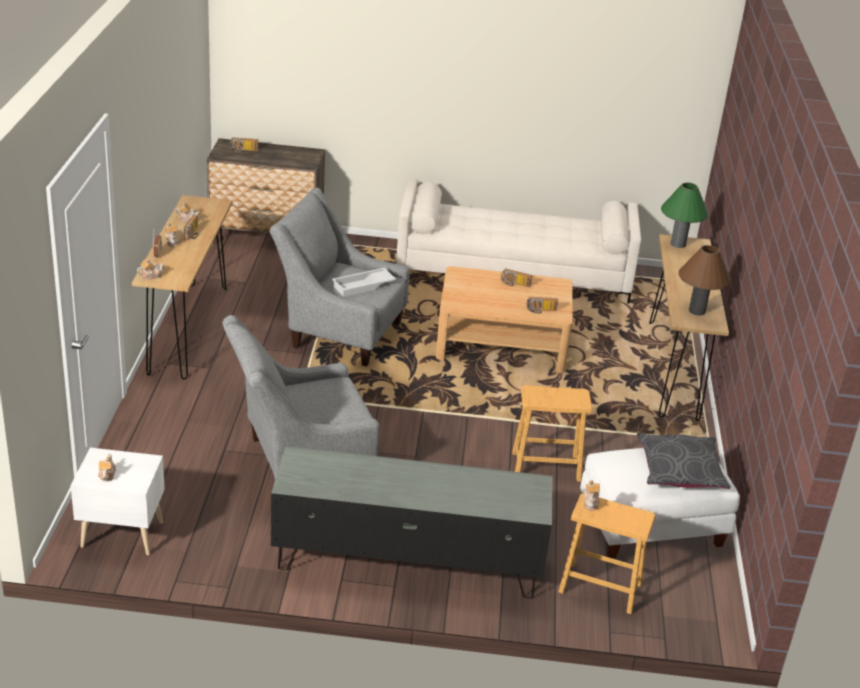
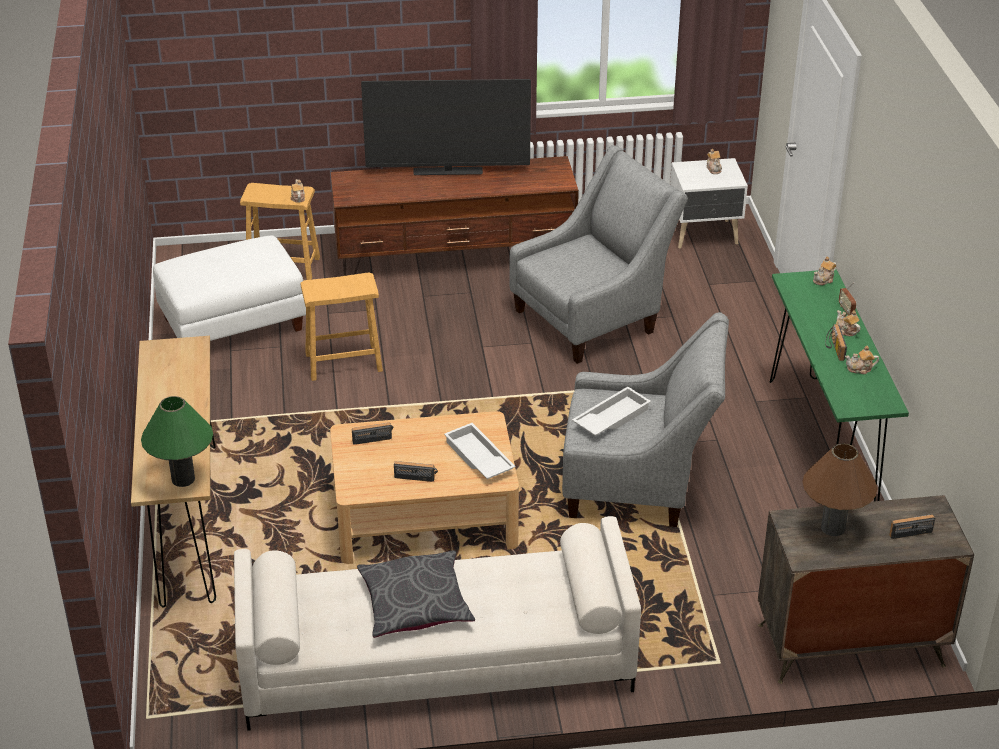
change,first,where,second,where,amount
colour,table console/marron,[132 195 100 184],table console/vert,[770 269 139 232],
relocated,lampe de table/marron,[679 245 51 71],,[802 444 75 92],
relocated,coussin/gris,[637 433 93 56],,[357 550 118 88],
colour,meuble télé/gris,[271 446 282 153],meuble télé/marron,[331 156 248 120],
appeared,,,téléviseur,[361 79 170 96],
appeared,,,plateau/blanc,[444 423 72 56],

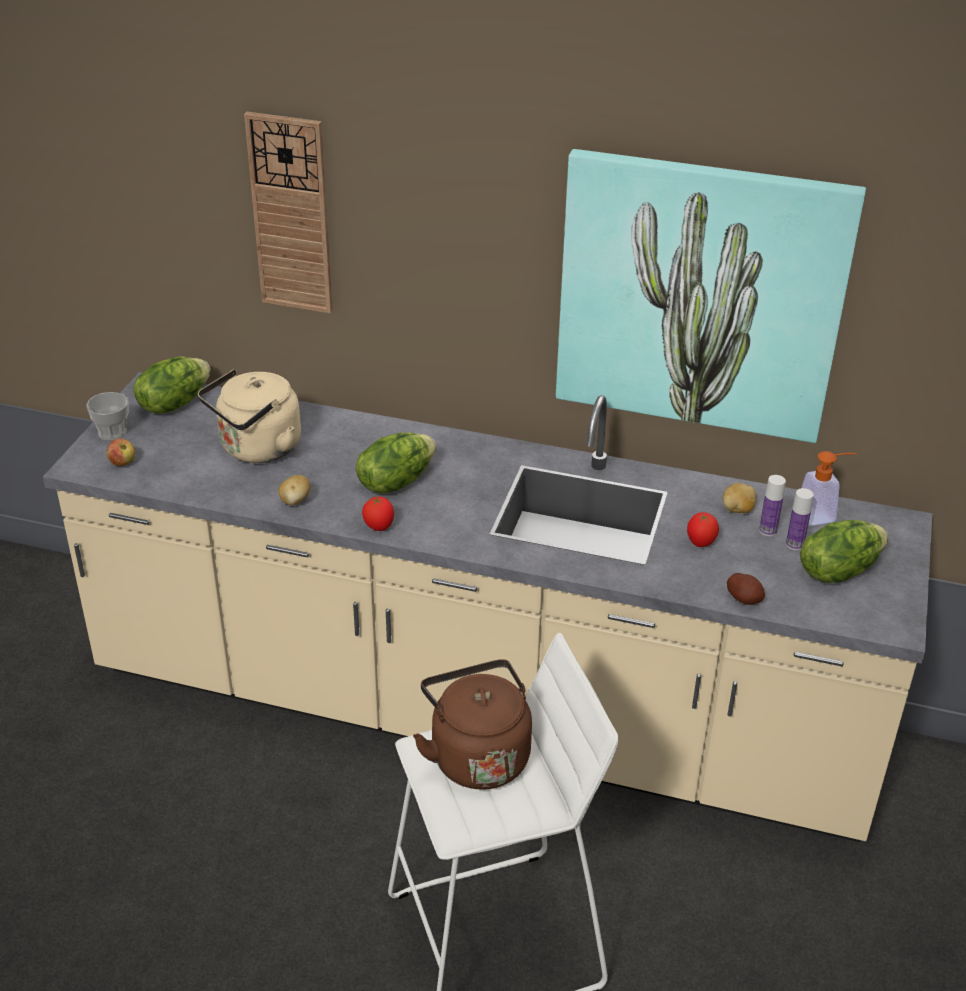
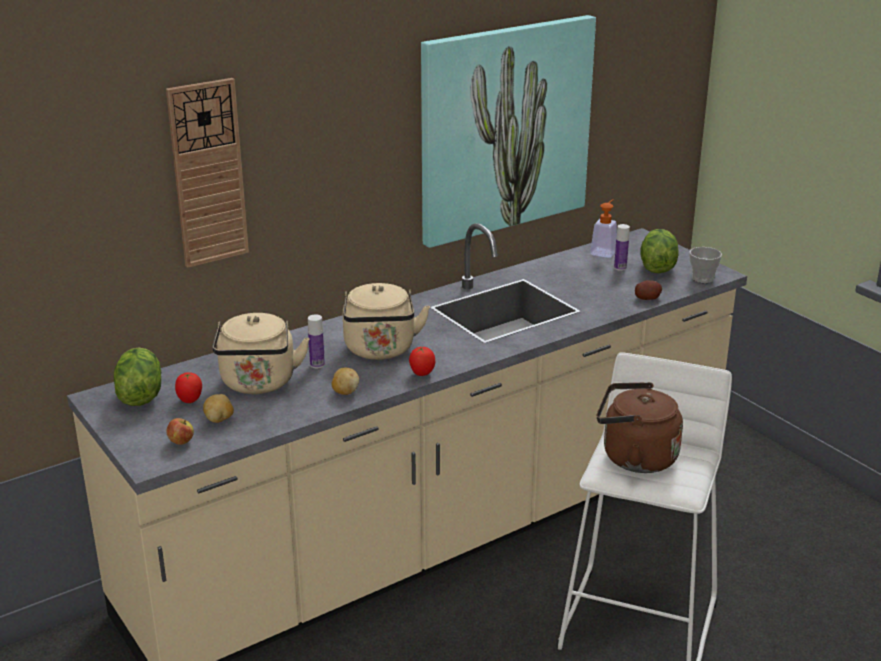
change,first,where,second,where,amount
relocated,tasse,[86 392 42 49],,[689 247 33 36],
exchanged,laitue,[356 432 80 61],bouilloire/beige,[343 283 87 77],
relocated,bouteille,[759 475 27 61],,[308 314 17 54],
relocated,pomme de terre,[723 483 33 30],,[203 394 31 29],
relocated,tomate,[687 512 32 35],,[175 372 27 31],

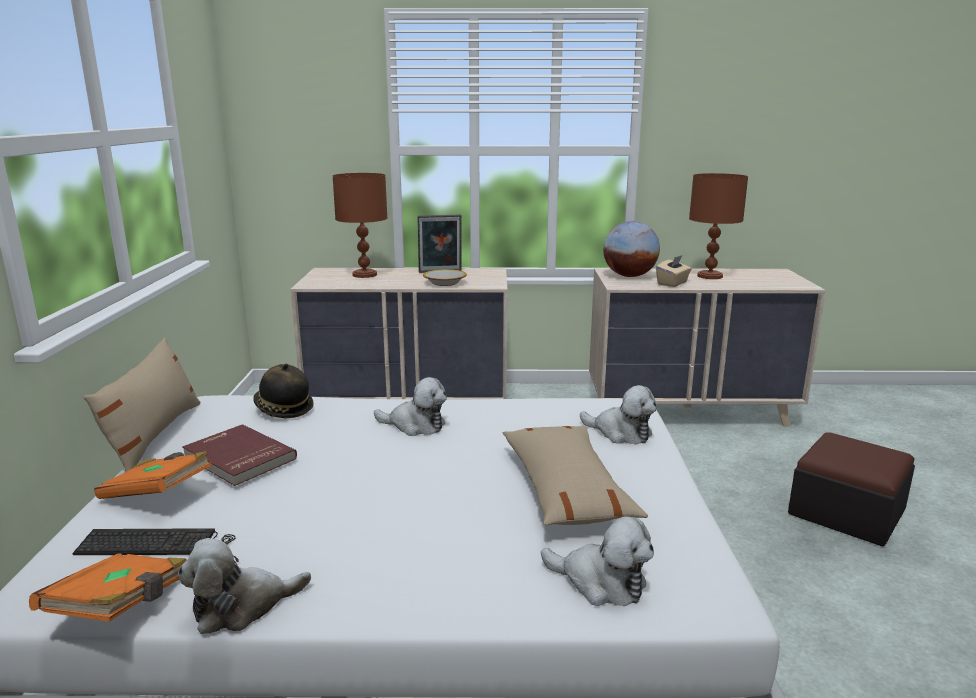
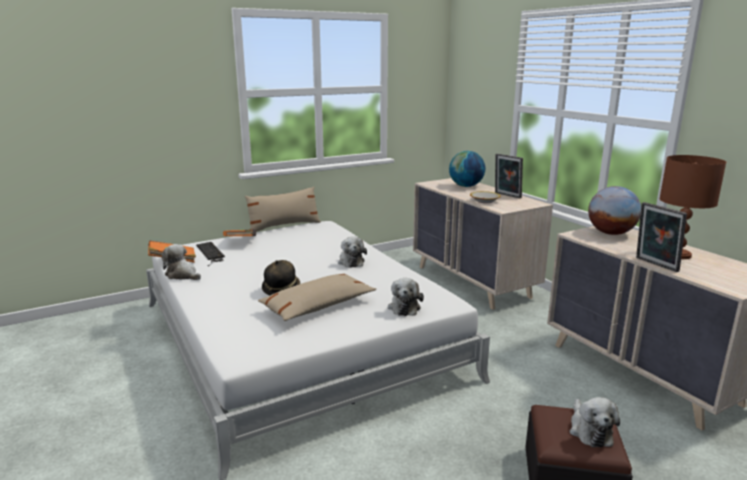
change,first,where,second,where,amount
exchanged,lampe de table/marron,[333 173 54 105],globe,[449 151 36 36],
missing,boîte à mouchoirs/beige,[656 255 36 32],,,
relocated,chapeau,[253 364 61 55],,[262 260 39 35],
missing,livre/rouge,[182 424 115 62],,,
relocated,peluche,[541 516 113 90],,[570 397 50 50],
appeared,,,cadre photo,[636 202 51 70],

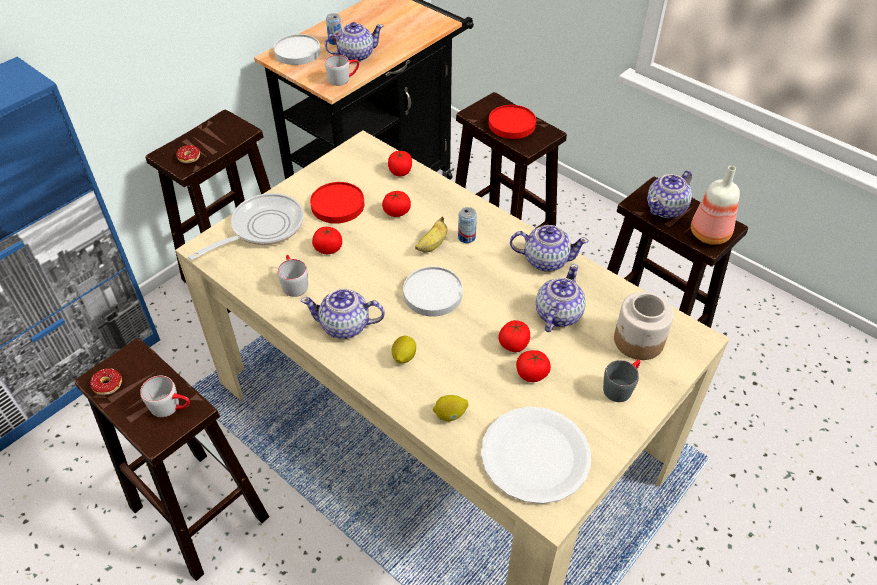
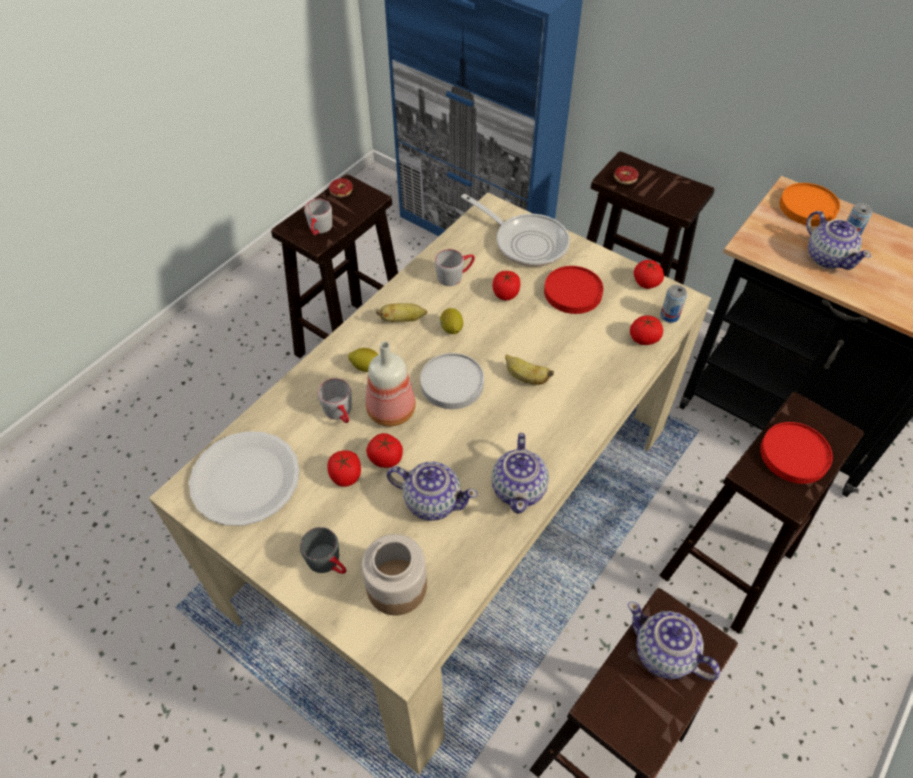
change,first,where,second,where,amount
colour,assiette/blanc,[274 34 46 31],assiette/orange,[779 183 61 43],
relocated,mug/gris,[325 55 34 31],,[318 378 34 45],
relocated,bouteille,[691 166 49 79],,[366 341 50 85],
relocated,tomate,[382 191 29 26],,[634 259 30 30],
relocated,boîte métallique,[458 207 19 36],,[660 285 27 38],
exchanged,théière,[301 288 84 51],banane,[376 303 51 19],
relocated,citron,[433 395 35 26],,[440 308 23 26],

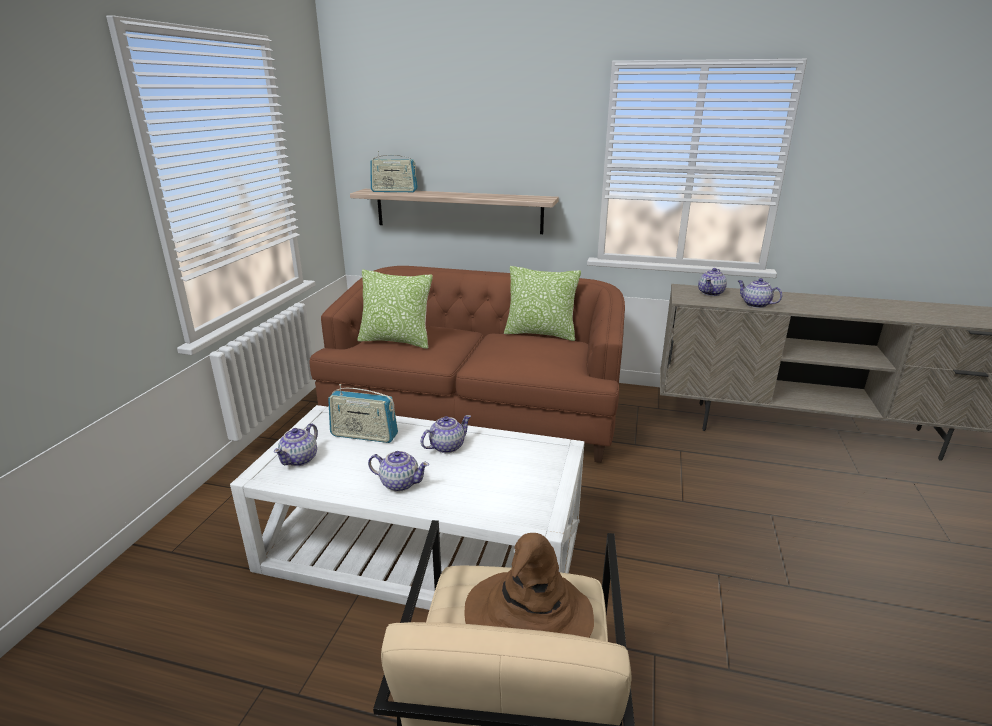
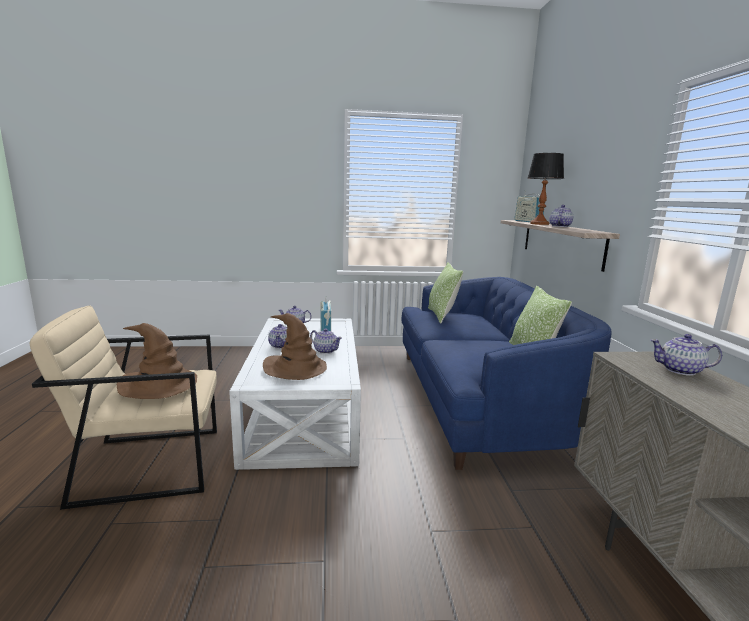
change,first,where,second,where,amount
colour,canapé/marron,[310 266 315 197],canapé/bleu,[401 277 210 193],
relocated,théière,[738 278 44 30],,[549 205 24 22],
appeared,,,lampe de table,[528 153 36 72],
appeared,,,chapeau/marron,[263 313 64 67],

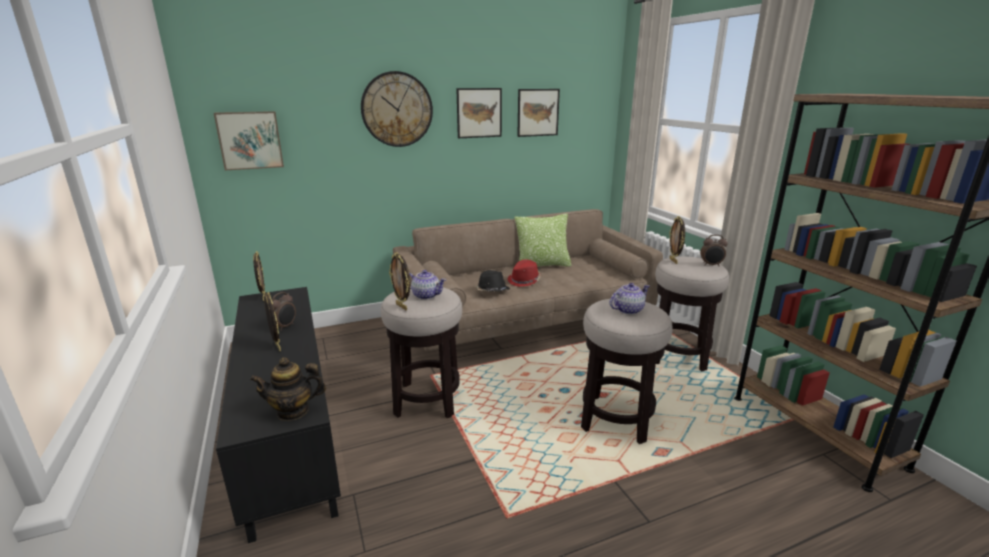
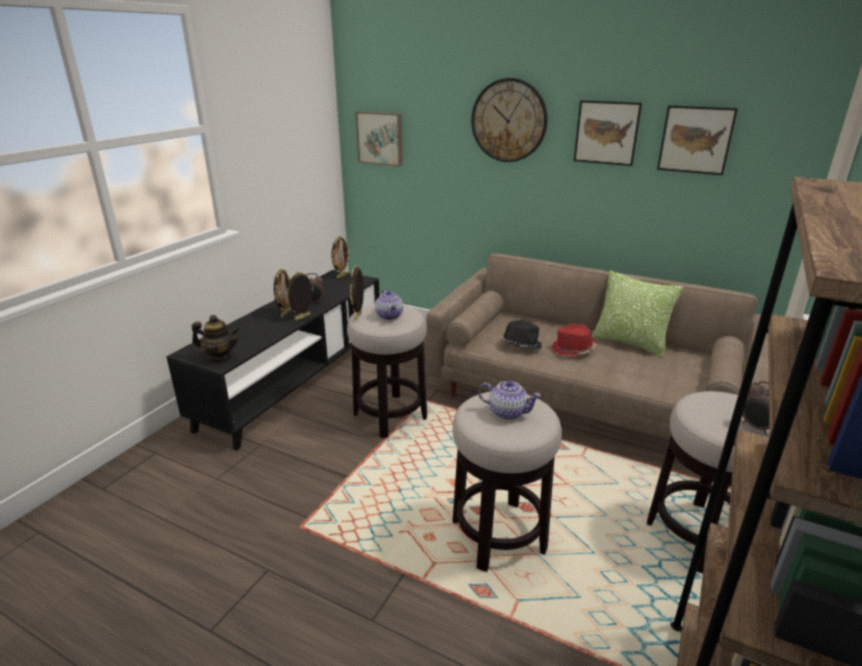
change,first,where,second,where,amount
relocated,cadre photo,[669 216 16 48],,[285 271 28 49],
spun,théière,[250 357 76 64],,[192 315 48 47],150 degrees clockwise

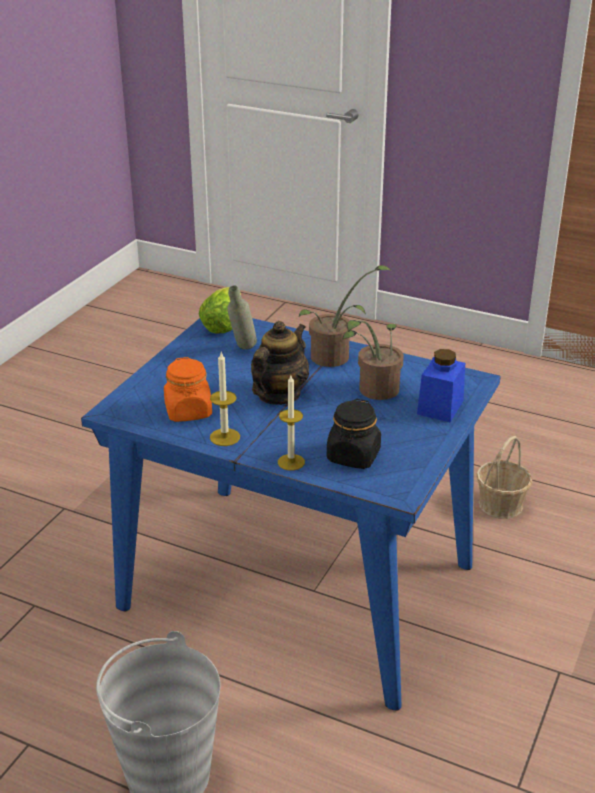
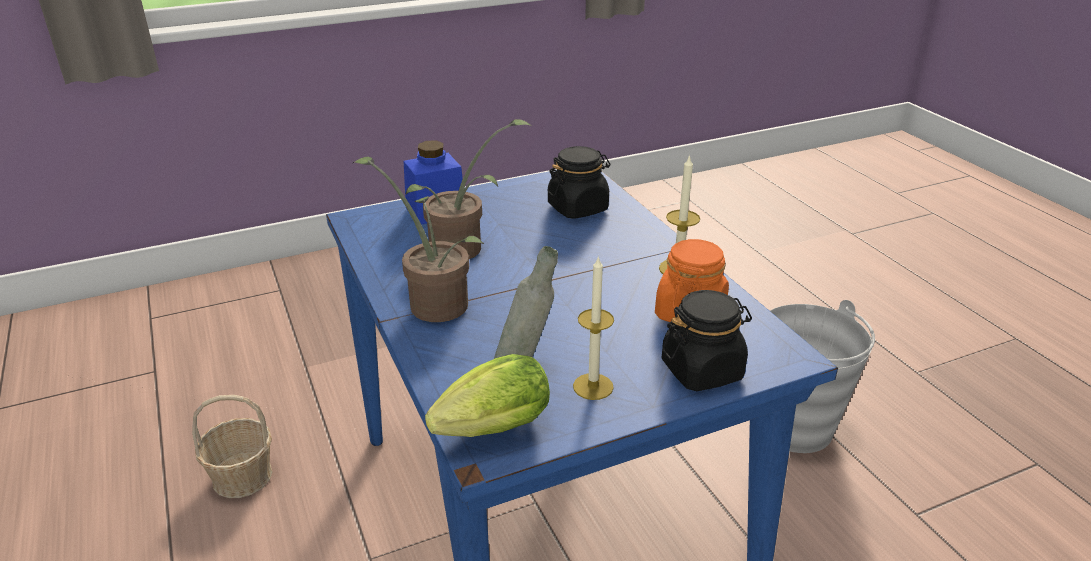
change,first,where,second,where,amount
missing,théière,[251 321 58 84],,,
relocated,bougie,[278 375 27 95],,[573 256 41 144],
appeared,,,bocal/noir,[662 290 90 101],

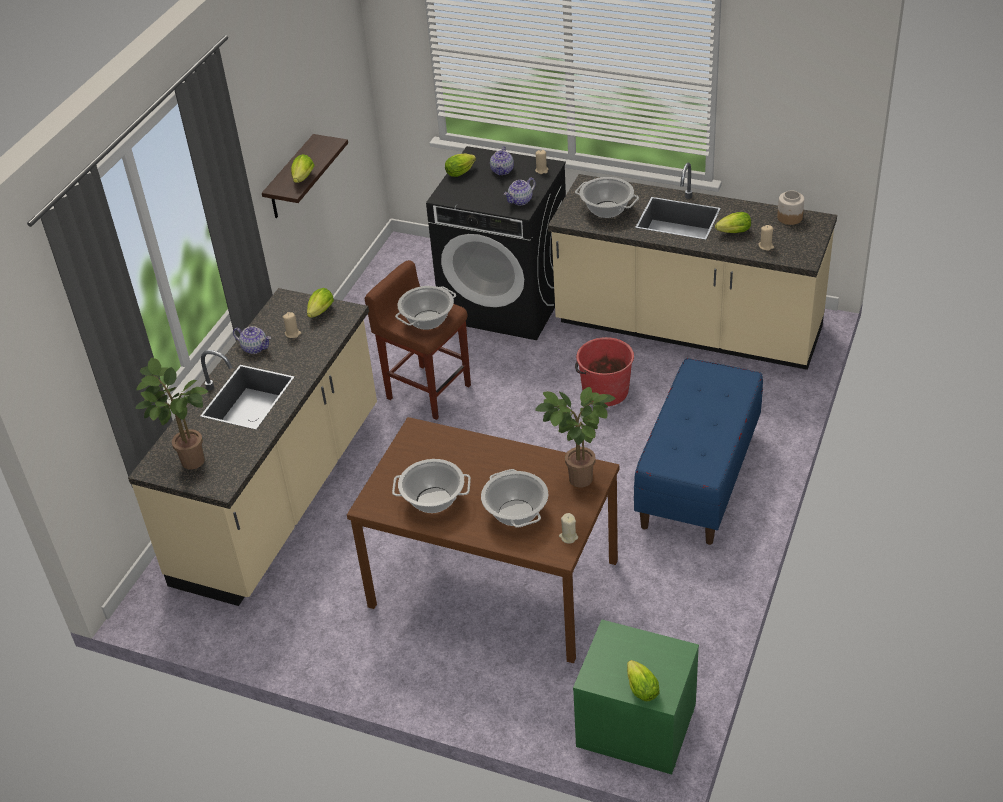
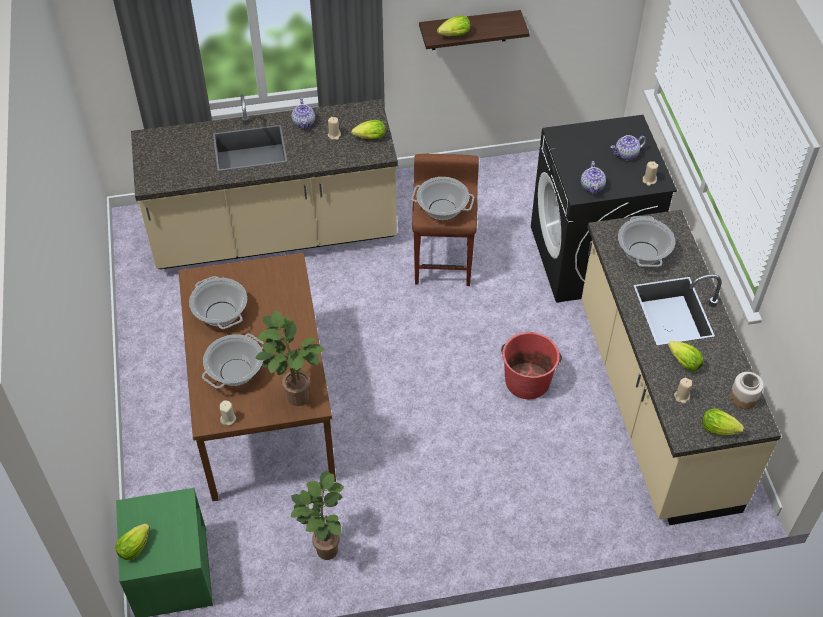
change,first,where,second,where,amount
relocated,laitue,[445 153 31 24],,[702 408 42 27],
spun,théière,[504 177 32 28],,[581 161 25 33],105 degrees counterclockwise
relocated,plante en pot,[135 358 73 112],,[291 471 53 89],
missing,banc/bleu,[634 358 129 187],,,

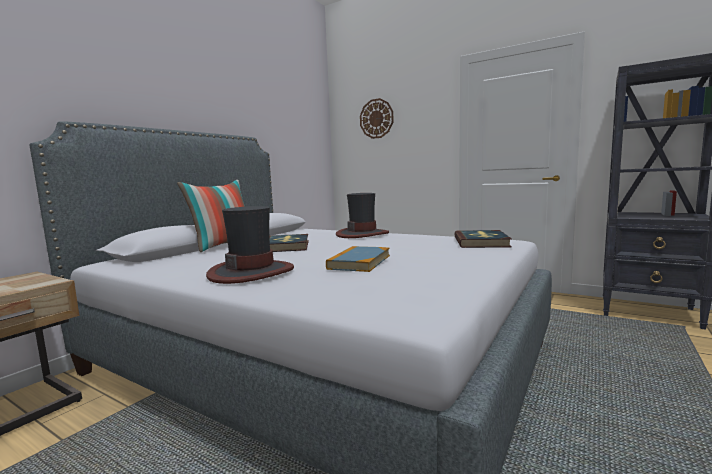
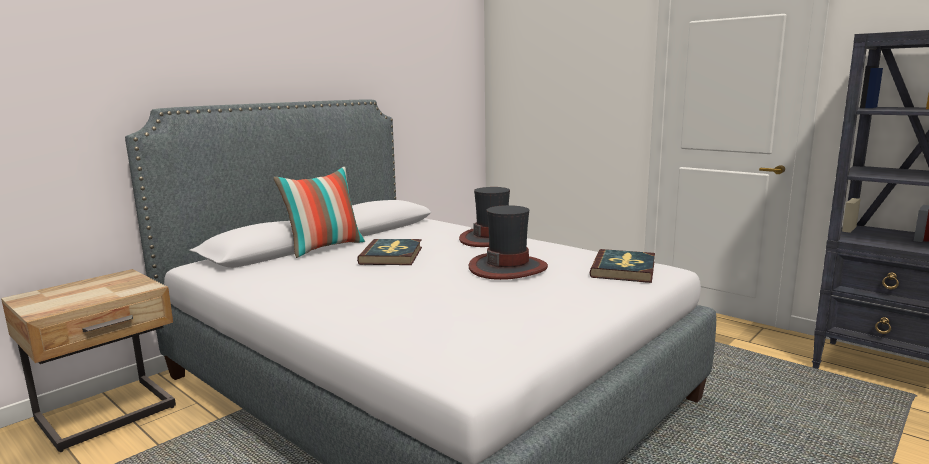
change,first,where,second,where,amount
missing,horloge murale,[360 98 33 41],,,
relocated,chapeau,[206 206 88 78],,[468 205 80 75],
missing,livre,[326 246 64 26],,,

